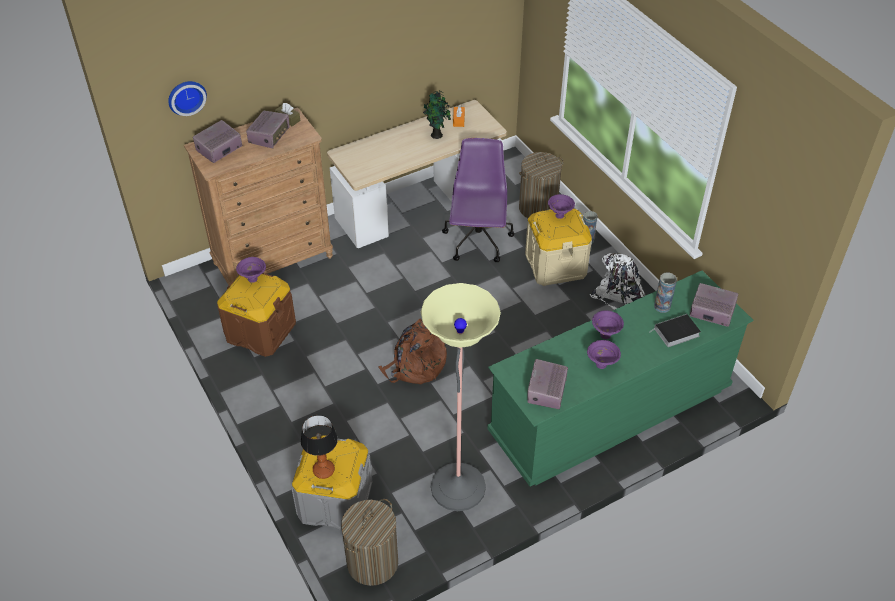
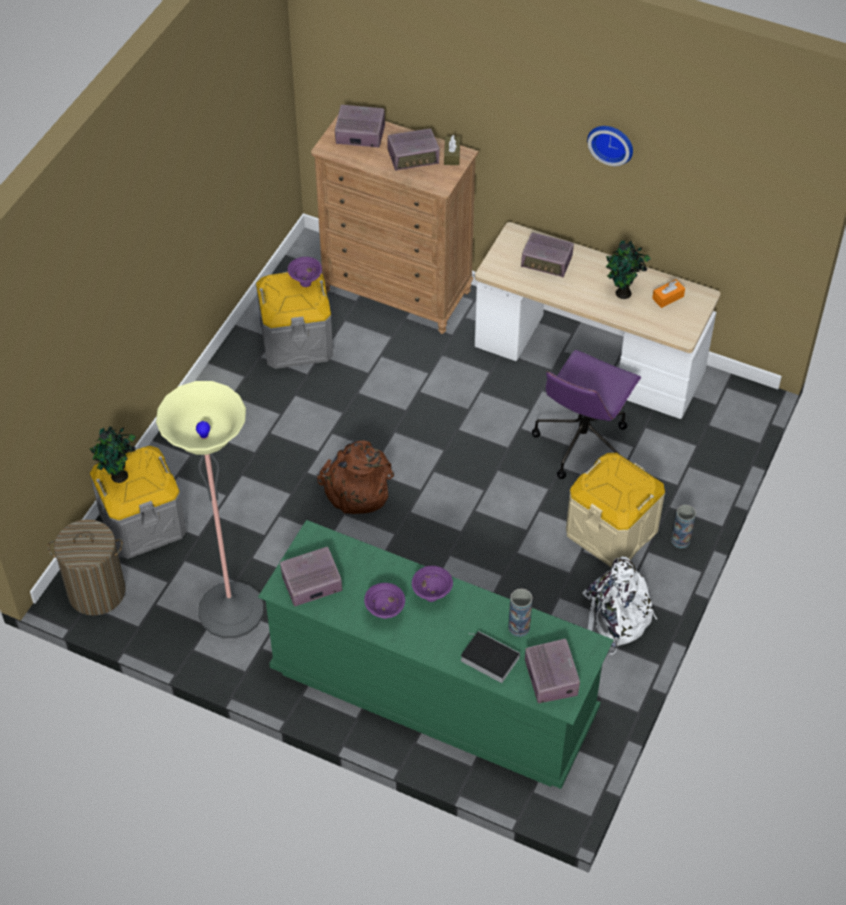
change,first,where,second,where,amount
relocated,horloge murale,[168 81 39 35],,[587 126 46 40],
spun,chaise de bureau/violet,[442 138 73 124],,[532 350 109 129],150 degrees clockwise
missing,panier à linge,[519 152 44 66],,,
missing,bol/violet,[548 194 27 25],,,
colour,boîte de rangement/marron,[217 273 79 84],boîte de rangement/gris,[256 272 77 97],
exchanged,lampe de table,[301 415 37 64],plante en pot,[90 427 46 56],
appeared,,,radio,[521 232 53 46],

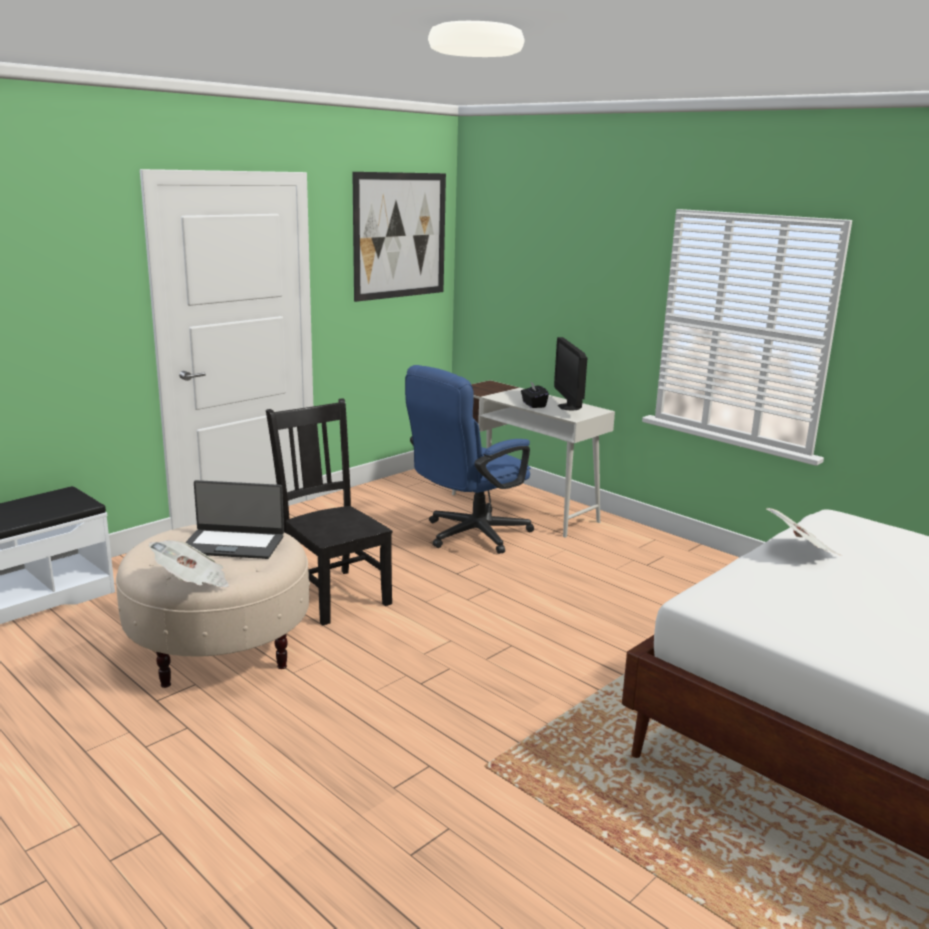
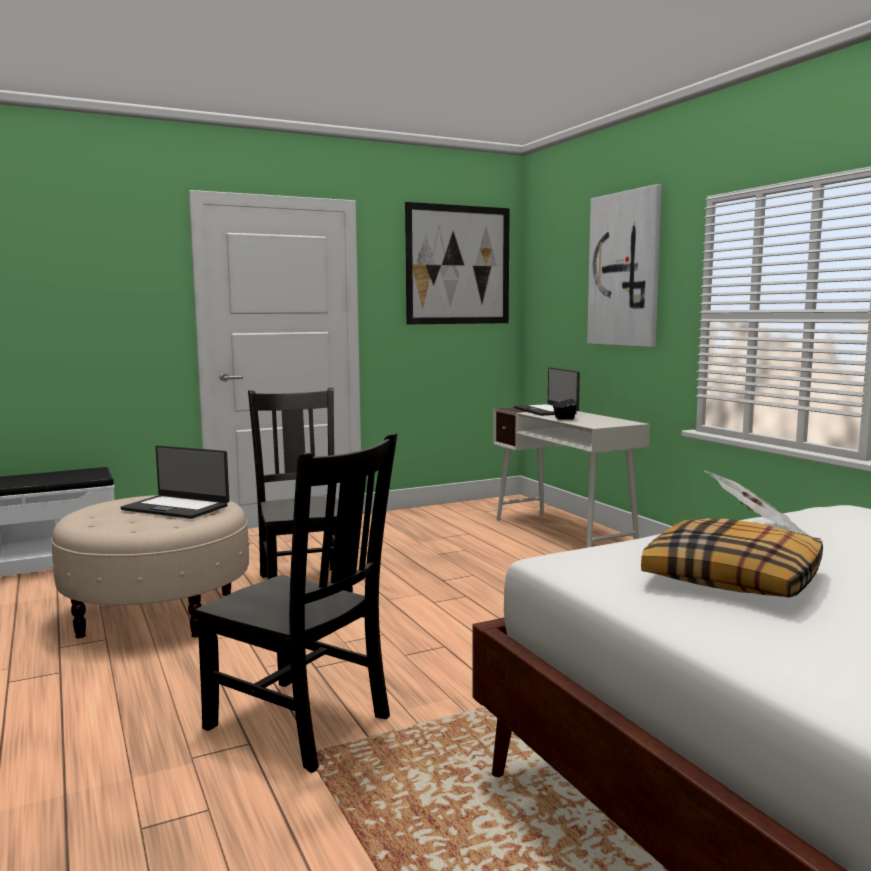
change,first,where,second,where,amount
missing,écran d'ordinateur,[554 337 34 74],,,
missing,chaise de bureau/bleu,[405 365 129 189],,,
missing,journal,[149 540 80 48],,,
appeared,,,tableau,[587 184 75 163],
appeared,,,ordinateur portable,[514 367 66 49],
appeared,,,chaise/noir,[196 433 201 340],
appeared,,,coussin,[641 519 182 78],

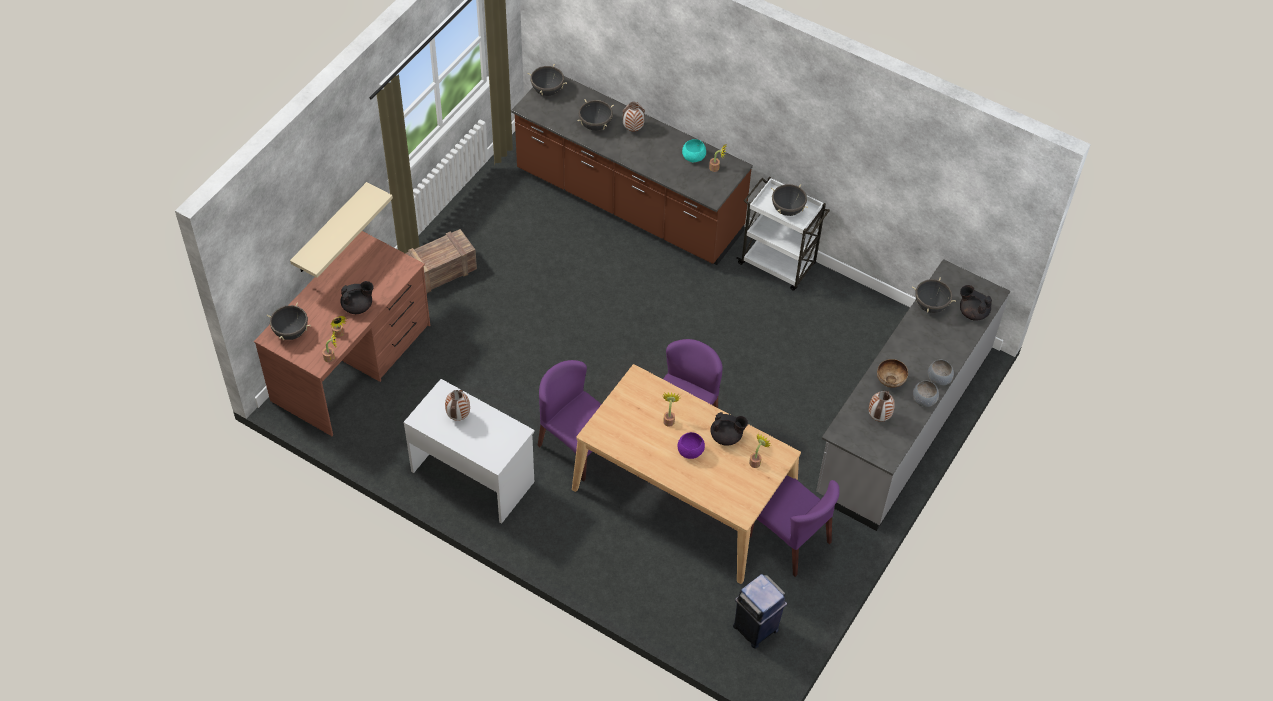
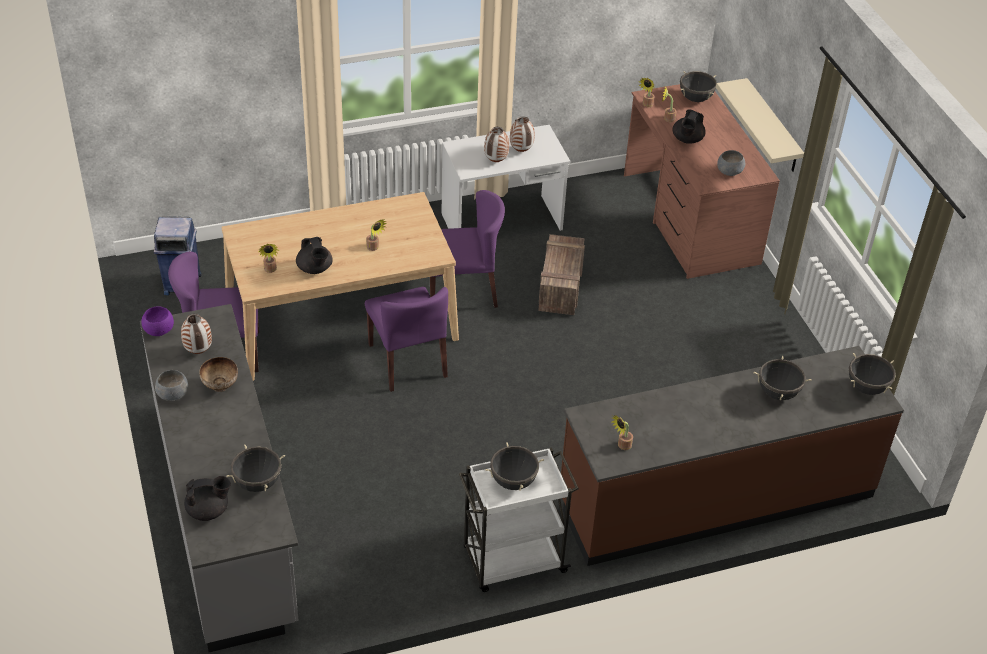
change,first,where,second,where,amount
relocated,vase,[623 102 22 29],,[484 127 25 35],
missing,bol/turquoise,[682 139 24 23],,,
relocated,caisse,[405 229 72 64],,[538 234 47 81],
relocated,bol/gris,[928 360 26 26],,[717 150 28 26],
spun,théière/noir,[711 412 37 34],,[296 237 37 37],75 degrees counterclockwise
relocated,bol/violet,[678 432 27 27],,[141 306 33 30],

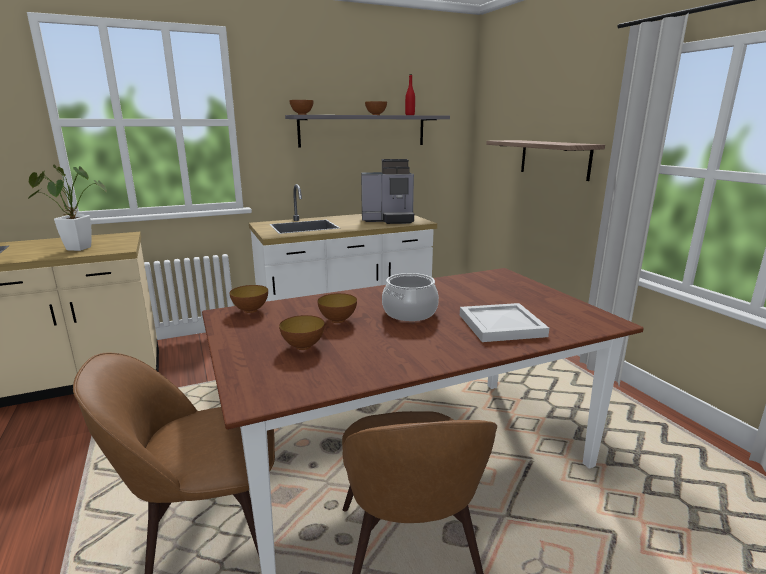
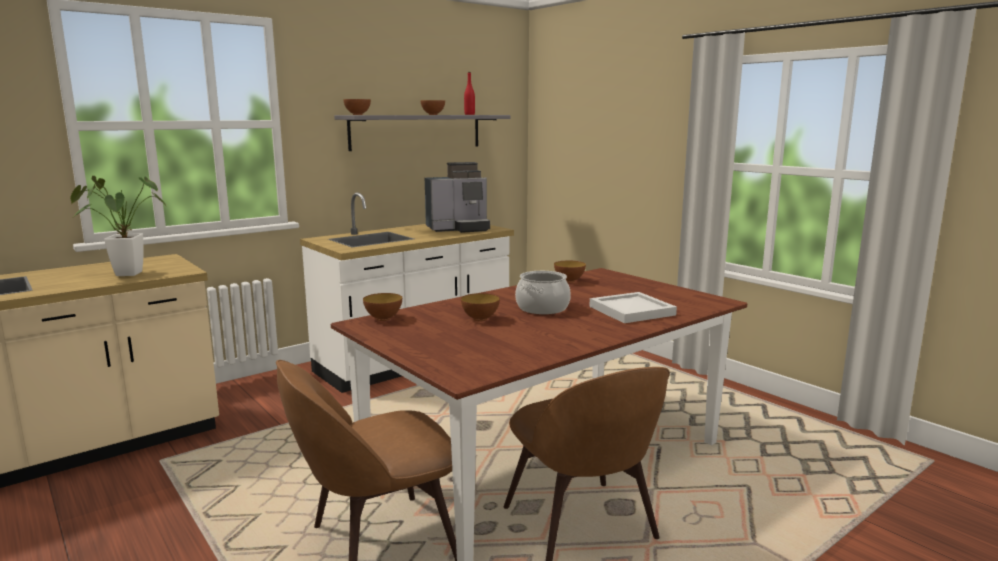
change,first,where,second,where,amount
missing,étagère,[486 140 119 41],,,
relocated,bol,[279 315 46 35],,[554 261 32 22],

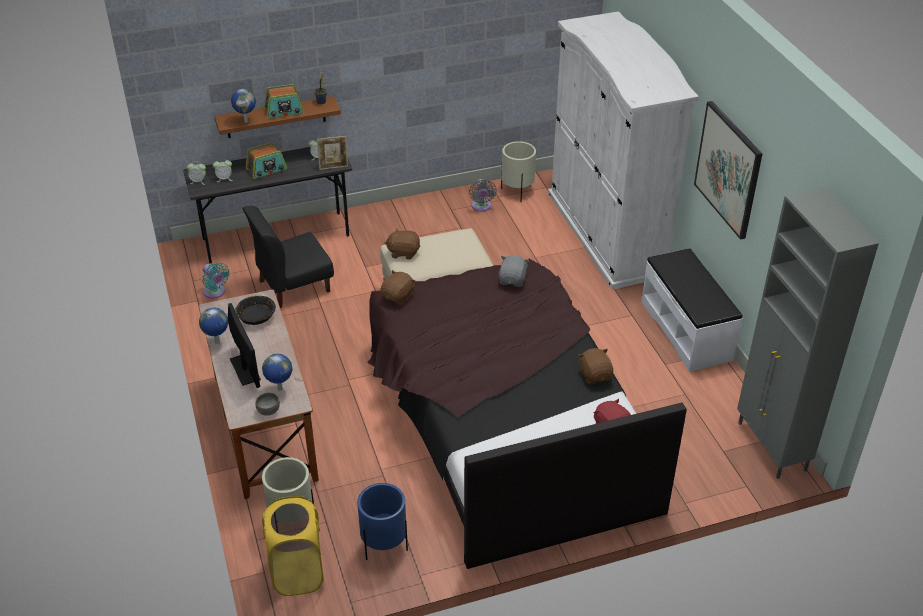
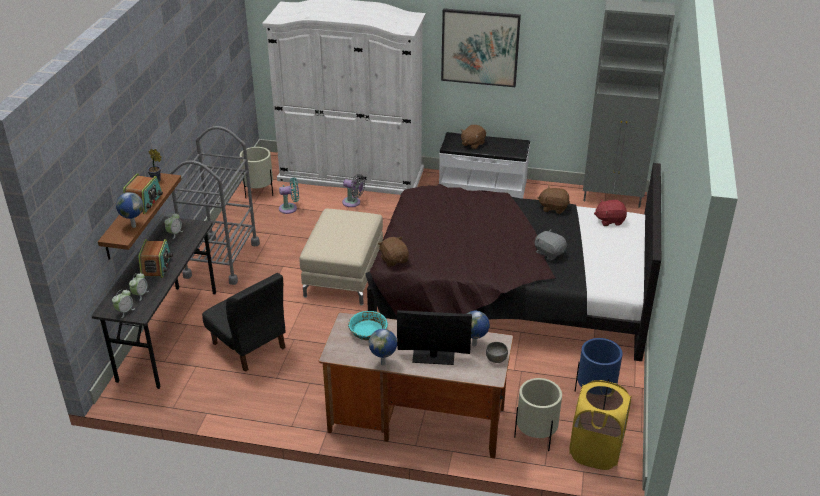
change,first,where,second,where,amount
missing,cadre photo,[317 136 31 34],,,
relocated,ventilateur/gris,[469 179 28 33],,[342 174 23 33],
spun,chaise/noir,[242 206 92 102],,[202 273 84 99],45 degrees counterclockwise
relocated,peluche/marron,[385 228 35 32],,[460 125 26 24],
relocated,peluche/gris,[499 255 31 32],,[535 230 32 31],
relocated,ventilateur/turquoise,[202 263 27 36],,[279 178 20 36],
colour,bol/noir,[235 296 41 29],bol/turquoise,[348 311 40 29],
appeared,,,chariot/gris,[169 126 91 159],

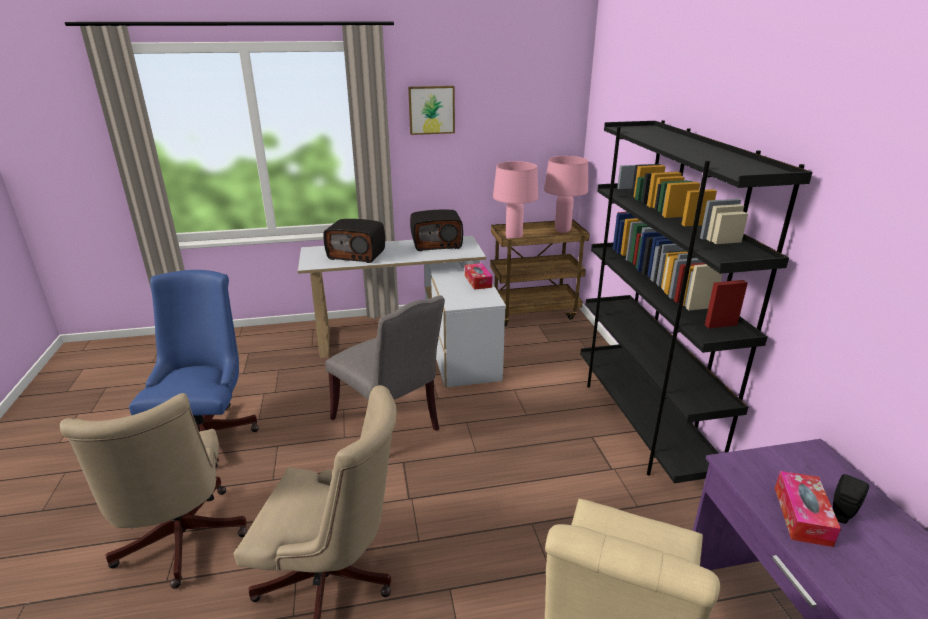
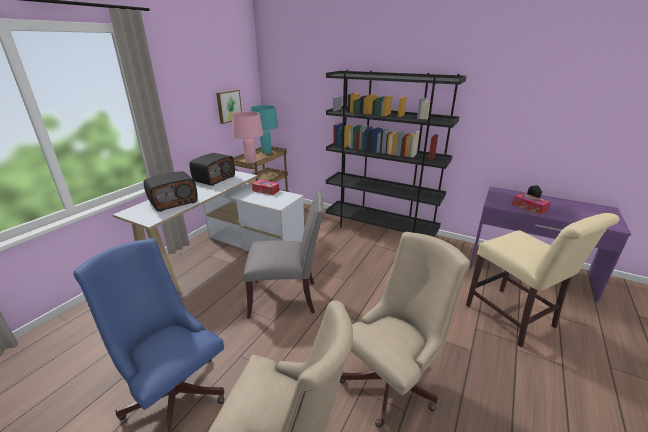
change,first,where,second,where,amount
relocated,tableau,[408 86 47 49],,[216 90 26 34],
colour,lampe de table/rose,[544 156 44 77],lampe de table/turquoise,[250 105 28 49],

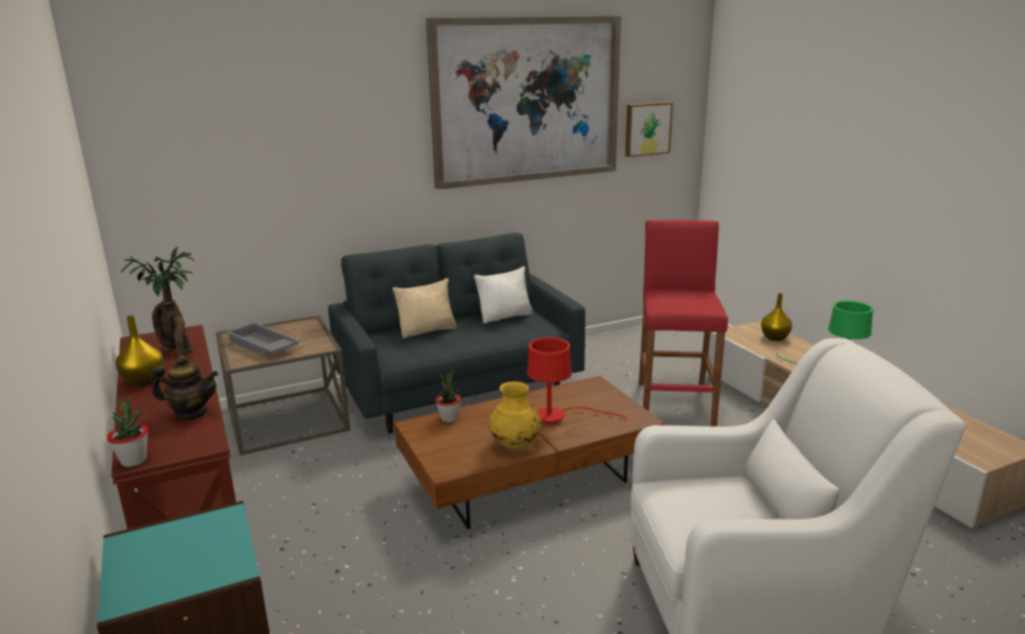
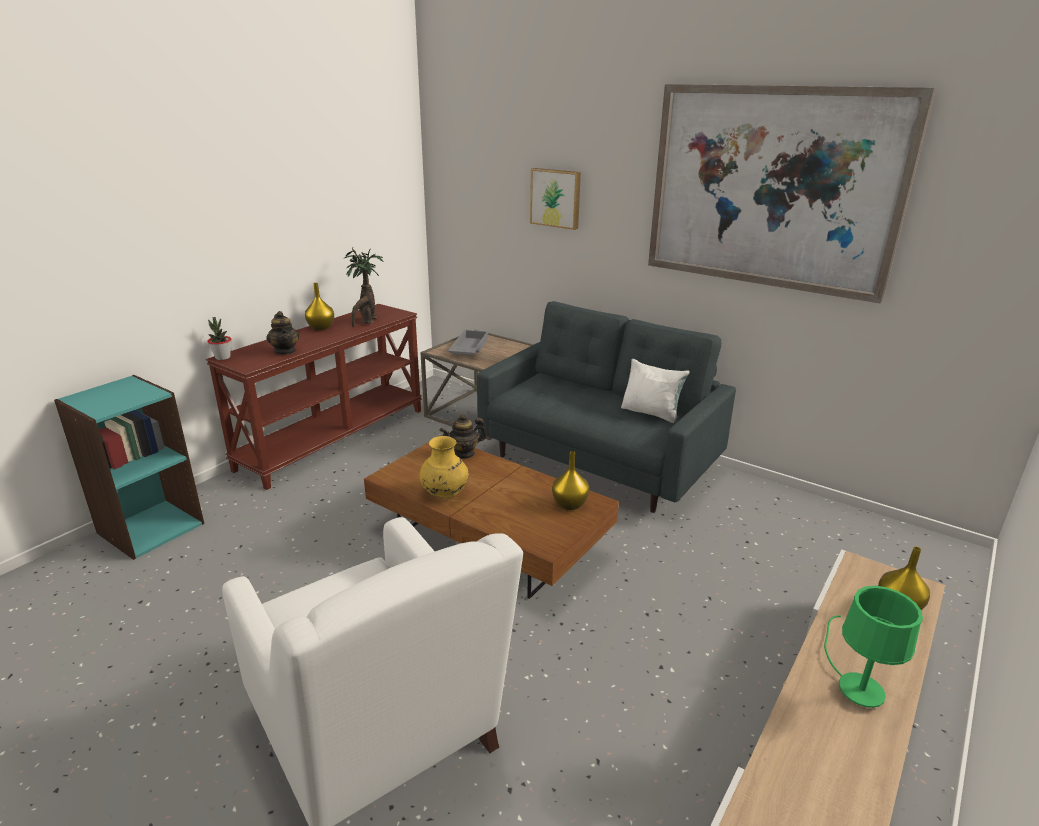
change,first,where,second,where,amount
relocated,tableau,[625 102 48 55],,[530 168 51 62],
missing,tabouret/rouge,[639 220 89 207],,,
missing,coussin/beige,[392 278 65 60],,,
missing,lampe de table/rouge,[527 337 101 87],,,
exchanged,plante en pot,[435 369 26 53],théière,[440 414 47 45],
appeared,,,vase/jaune,[552 451 37 59],

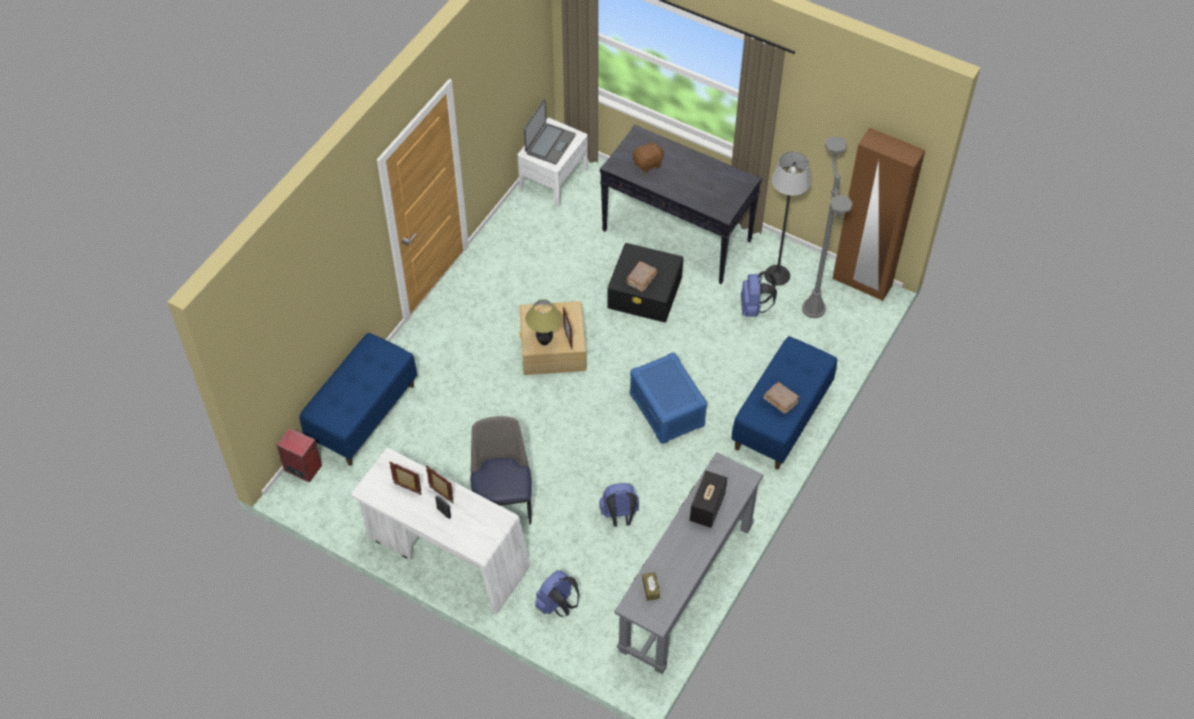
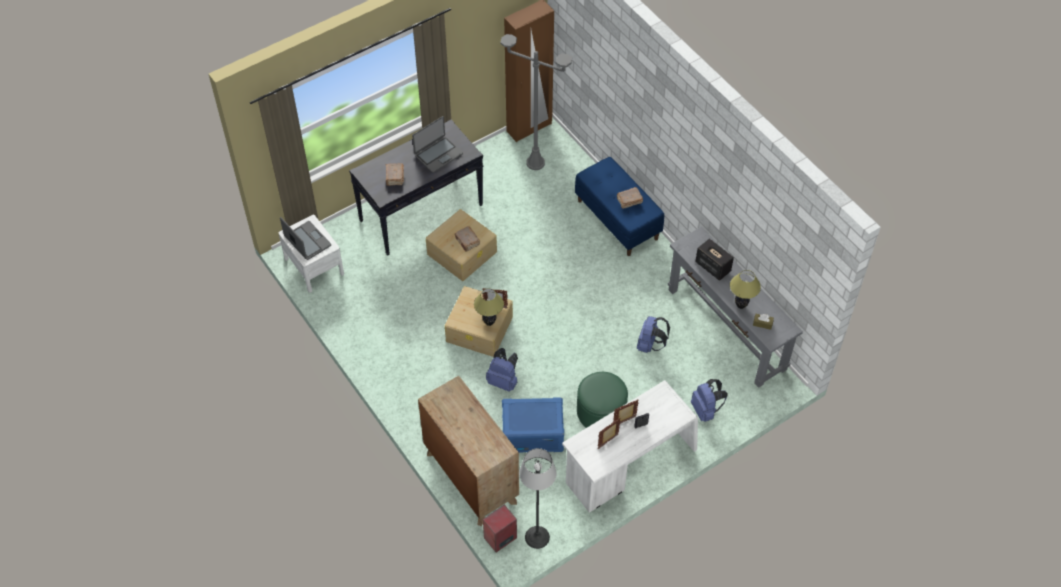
change,first,where,second,where,amount
exchanged,peluche/marron,[633 140 31 33],livre/marron,[385 163 19 23],
relocated,lampadaire,[764 151 47 134],,[519 448 38 101],
colour,boîte de rangement/noir,[607 243 76 80],boîte de rangement/beige,[426 209 71 72],
relocated,sac à dos/bleu,[741 271 36 46],,[486 348 32 44],
exchanged,banc/bleu,[299 333 118 133],commode/marron,[418 376 101 150],
relocated,boîte de rangement/bleu,[630 352 77 92],,[502 397 62 55],
exchanged,chaise,[470 416 62 108],pouf/vert,[577 372 51 56],
appeared,,,ordinateur portable,[412 116 51 57],
appeared,,,lampe de table,[730 270 31 39],

